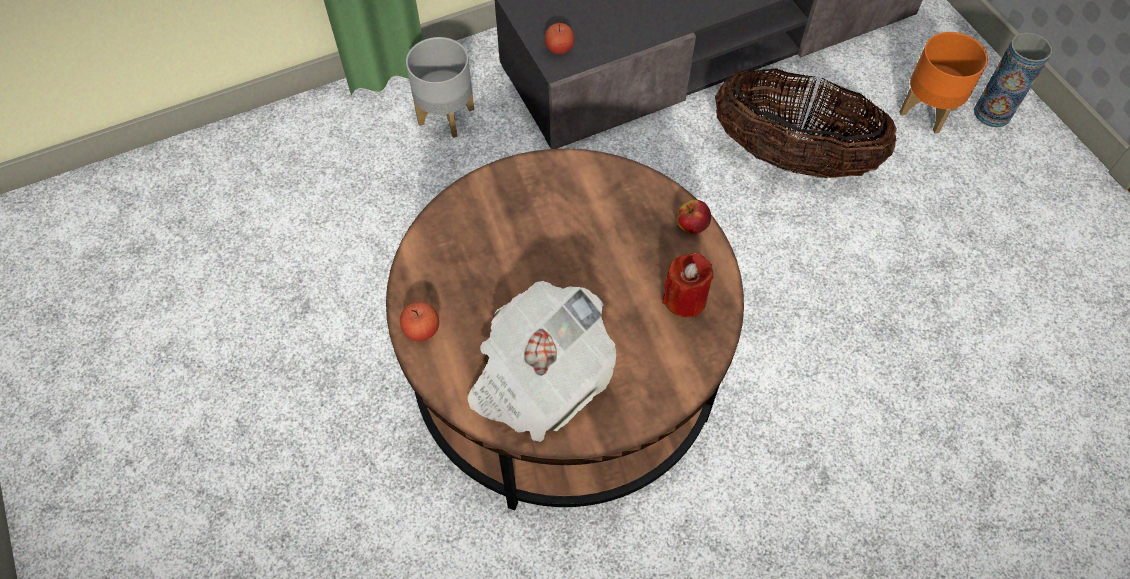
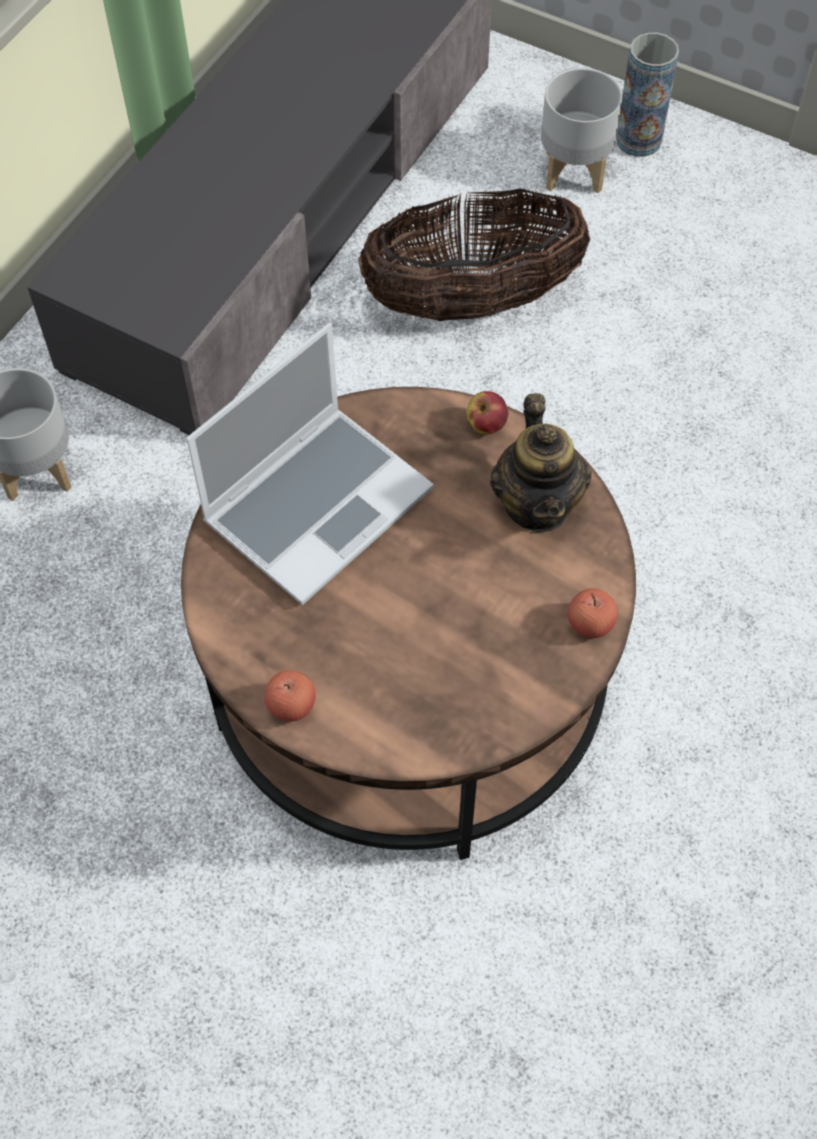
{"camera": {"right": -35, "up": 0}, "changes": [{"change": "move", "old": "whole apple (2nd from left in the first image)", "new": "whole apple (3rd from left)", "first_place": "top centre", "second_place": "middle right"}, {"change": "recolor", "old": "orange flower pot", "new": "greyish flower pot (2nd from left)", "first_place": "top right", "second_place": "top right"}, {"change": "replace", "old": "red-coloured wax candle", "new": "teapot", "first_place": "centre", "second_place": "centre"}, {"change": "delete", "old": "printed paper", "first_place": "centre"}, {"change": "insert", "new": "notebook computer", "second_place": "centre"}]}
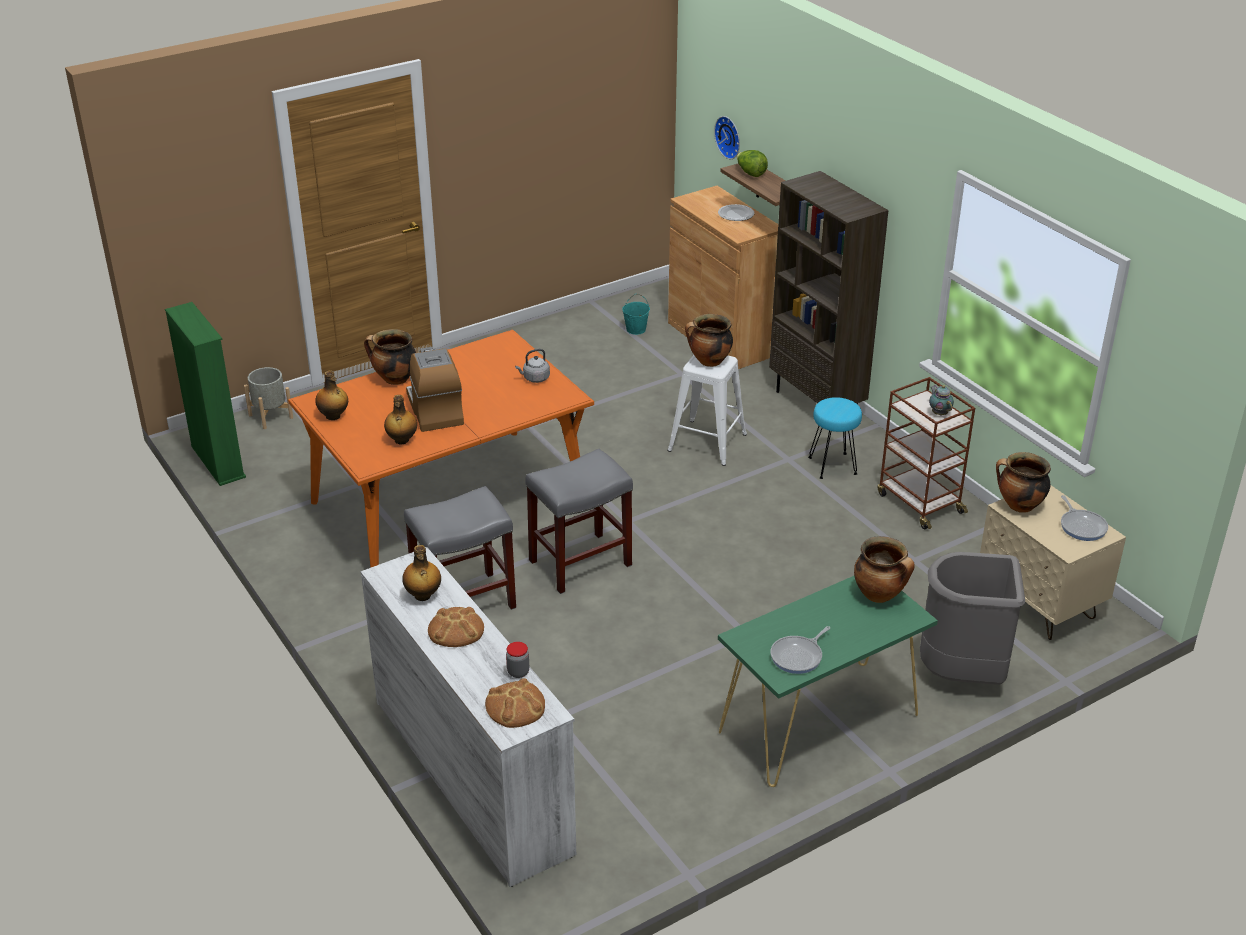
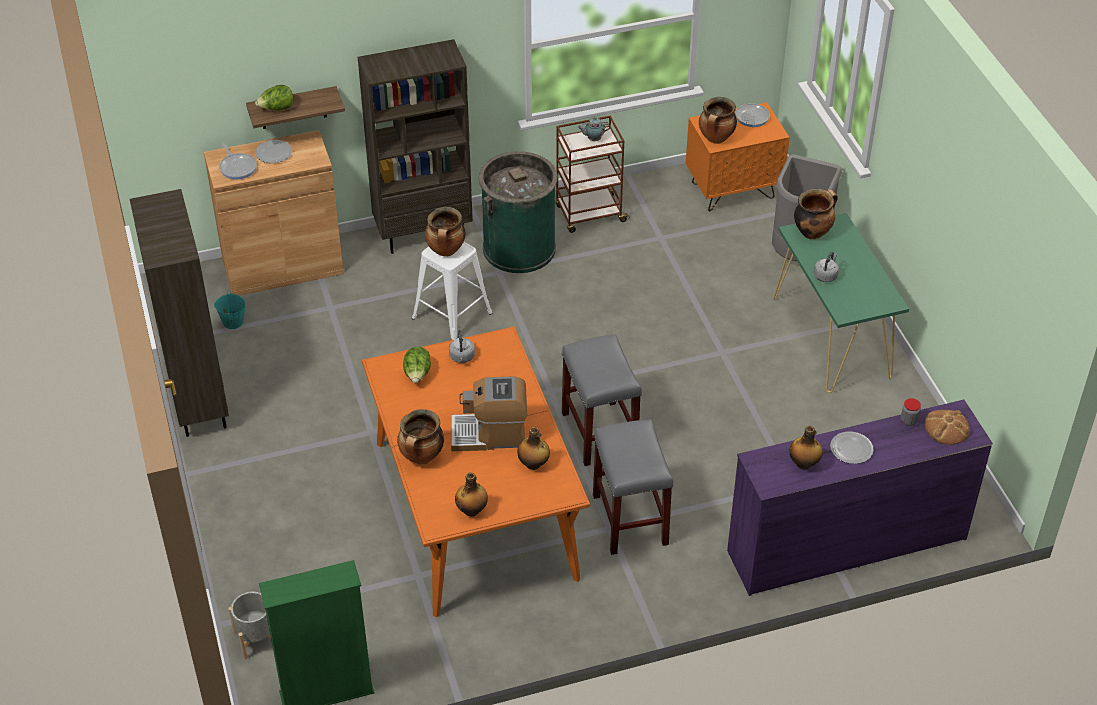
{"camera": {"right": -75, "up": 10}, "changes": [{"change": "delete", "old": "hanging clock", "first_place": "top centre"}, {"change": "replace", "old": "turquoise-coloured stool seat", "new": "green-coloured waste bin", "first_place": "middle right", "second_place": "top centre"}, {"change": "recolor", "old": "beige bedside table", "new": "orange bedside table", "first_place": "middle right", "second_place": "top right"}, {"change": "recolor", "old": "white drawer chest", "new": "purplish drawer chest", "first_place": "bottom centre", "second_place": "bottom right"}, {"change": "replace", "old": "baked bread (1st from left)", "new": "flat dish (2nd from left)", "first_place": "bottom centre", "second_place": "middle right"}, {"change": "move", "old": "skillet (1st from left)", "first_place": "bottom centre", "second_place": "top left"}, {"change": "insert", "new": "brown shelving unit (1st from left)", "second_place": "middle left"}, {"change": "insert", "new": "greyish kettle (2nd from left)", "second_place": "middle right"}, {"change": "insert", "new": "lettuce (2nd from left)", "second_place": "centre"}]}
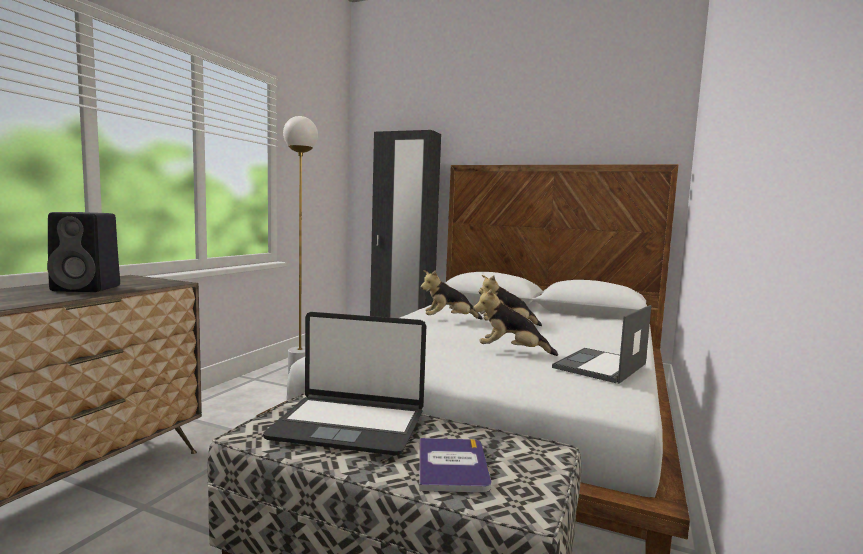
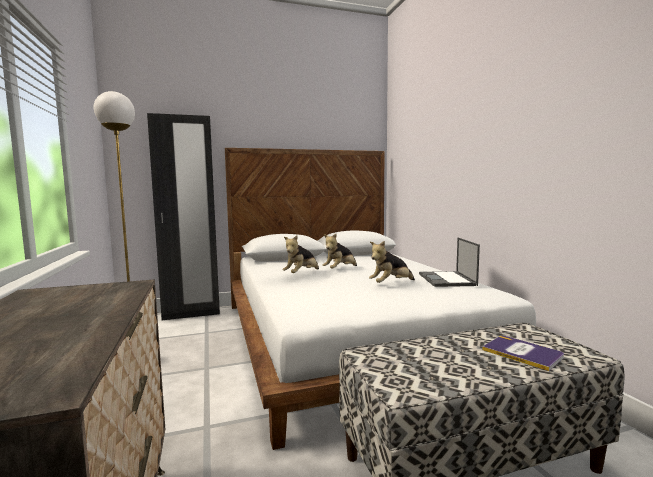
{"camera": {"right": -40, "up": 0}, "changes": [{"change": "delete", "old": "black-coloured speaker", "first_place": "middle left"}, {"change": "delete", "old": "notebook computer (1st from left)", "first_place": "bottom centre"}]}
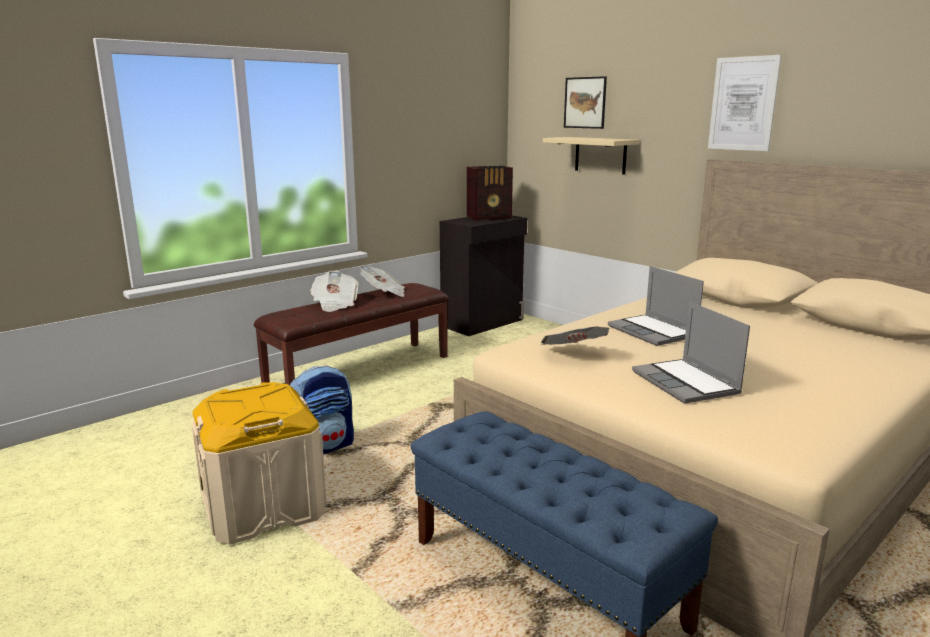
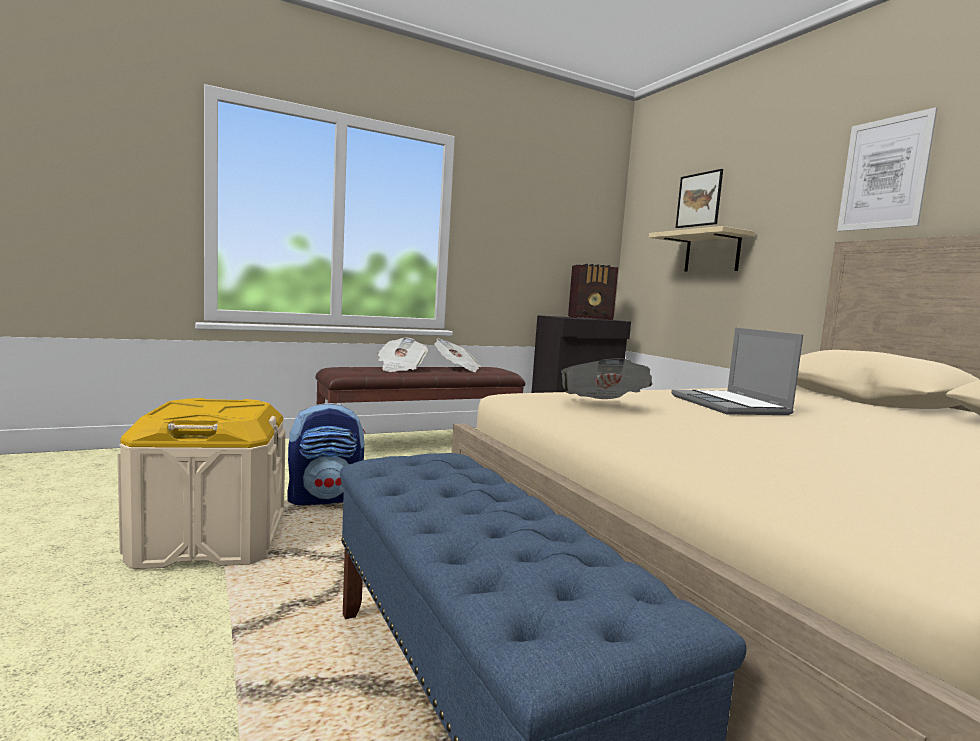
{"camera": {"right": 15, "up": -10}, "changes": [{"change": "delete", "old": "notebook computer (2nd from left)", "first_place": "middle right"}]}
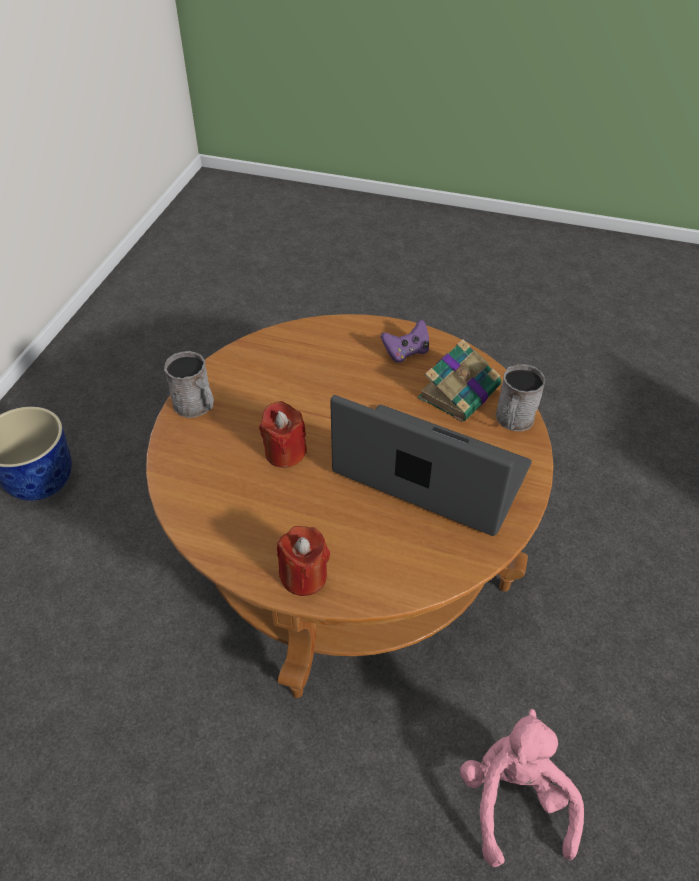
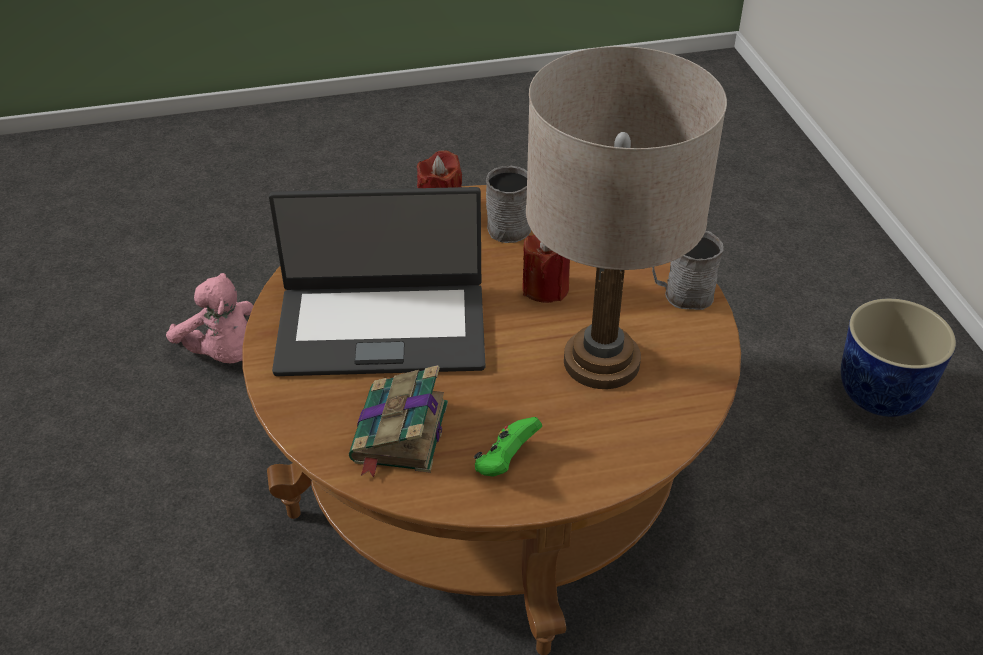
{"camera": {"right": 150, "up": -5}, "changes": [{"change": "recolor", "old": "purplish joypad", "new": "green-coloured joypad", "first_place": "centre", "second_place": "bottom centre"}, {"change": "move", "old": "greyish tea mug (2nd from left in the first image)", "new": "greyish tea mug (1st from left)", "first_place": "middle right", "second_place": "top centre"}, {"change": "insert", "new": "beige tabletop lamp", "second_place": "top centre"}]}
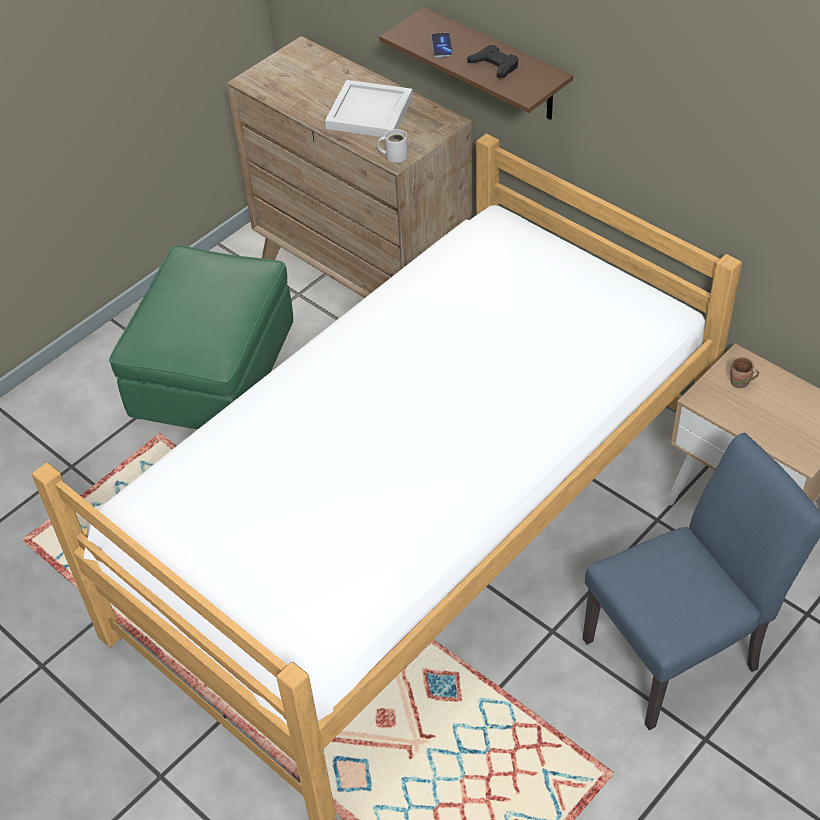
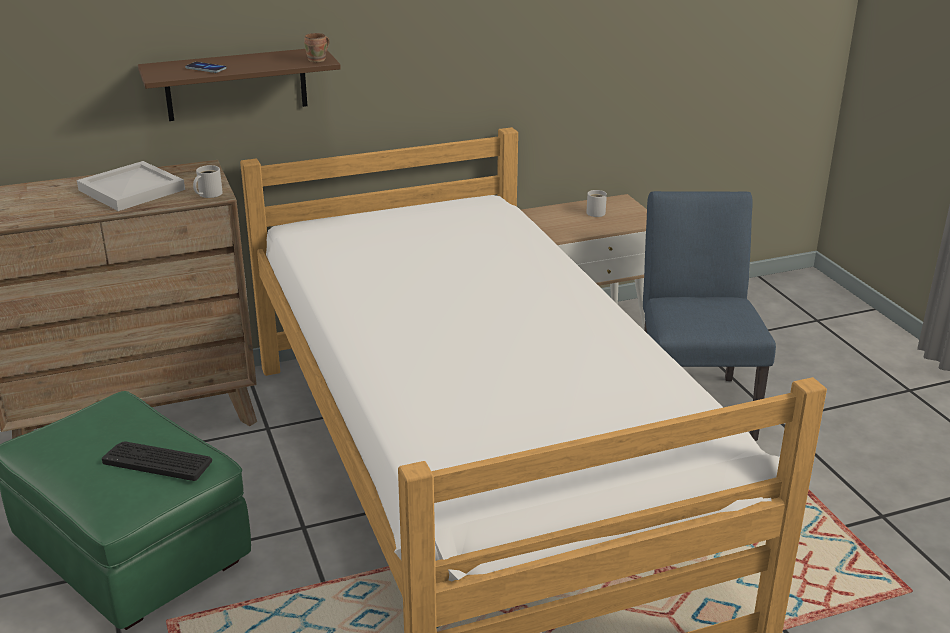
{"camera": {"right": -65, "up": -20}, "changes": [{"change": "delete", "old": "black-coloured joypad", "first_place": "top centre"}, {"change": "move", "old": "brown tea mug", "first_place": "middle right", "second_place": "top left"}, {"change": "insert", "new": "white tea mug (2nd from left)", "second_place": "top centre"}, {"change": "insert", "new": "PC keyboard", "second_place": "bottom left"}]}
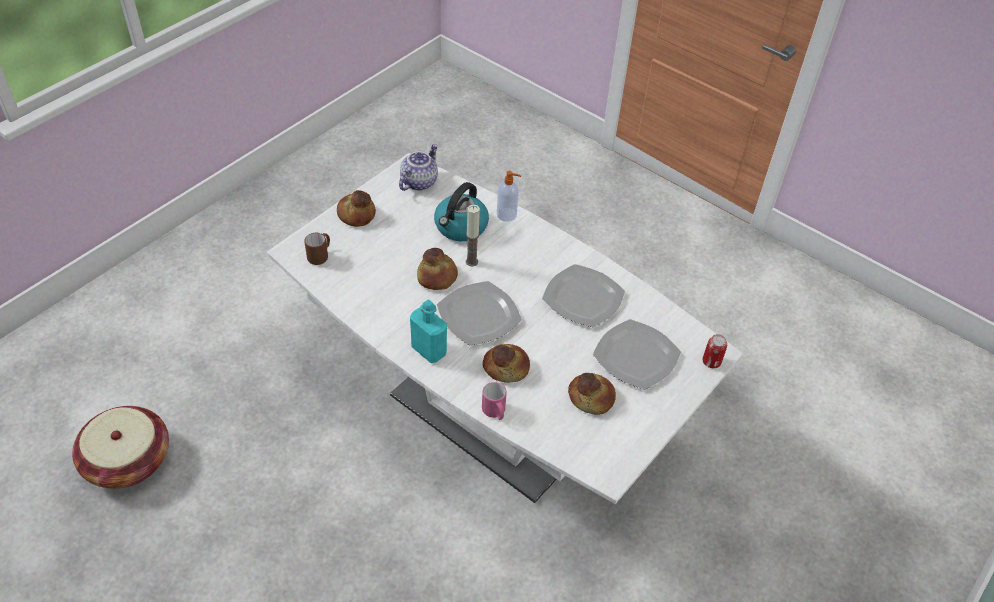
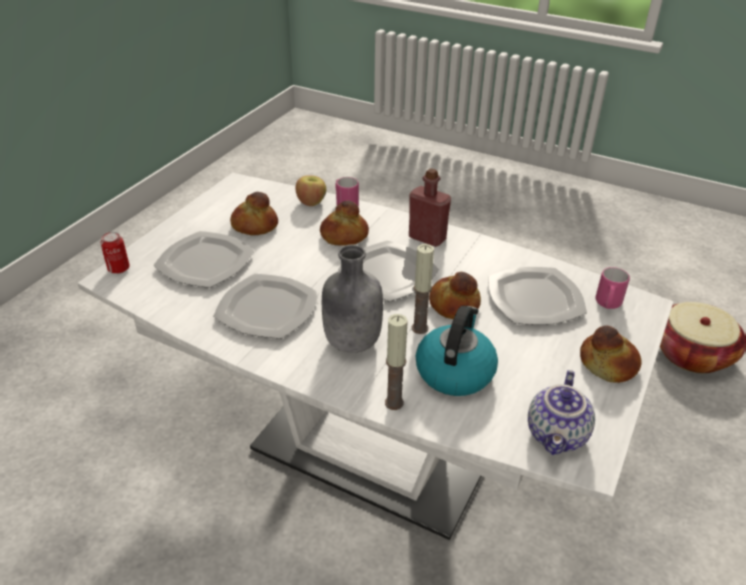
{"camera": {"right": 170, "up": -10}, "changes": [{"change": "replace", "old": "liquid soap bottle", "new": "wax candle (1st from left)", "first_place": "top centre", "second_place": "centre"}, {"change": "recolor", "old": "brown tea mug", "new": "pink-coloured tea mug (2nd from left)", "first_place": "middle left", "second_place": "middle right"}, {"change": "recolor", "old": "turquoise-coloured drink bottle", "new": "red-coloured drink bottle", "first_place": "centre", "second_place": "centre"}, {"change": "insert", "new": "whole apple", "second_place": "top centre"}, {"change": "insert", "new": "greyish drink bottle", "second_place": "centre"}, {"change": "insert", "new": "flat dish (4th from left)", "second_place": "middle right"}]}
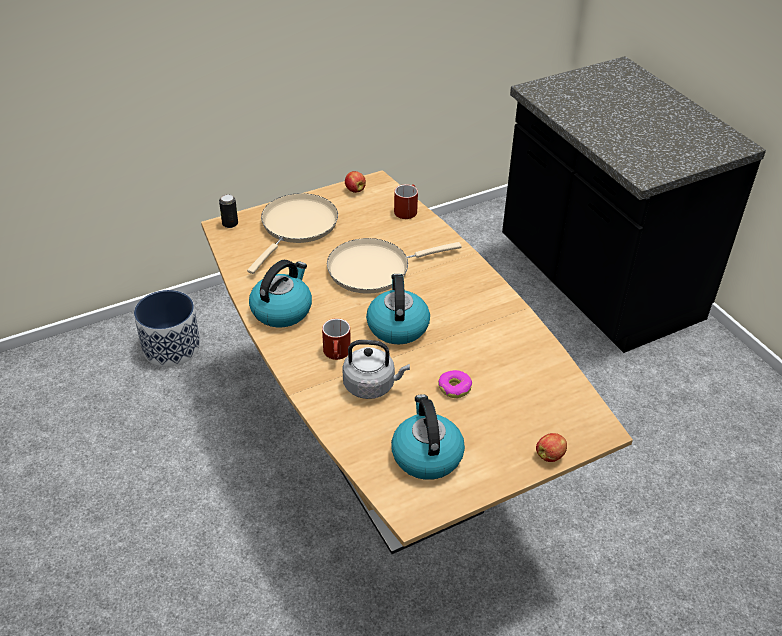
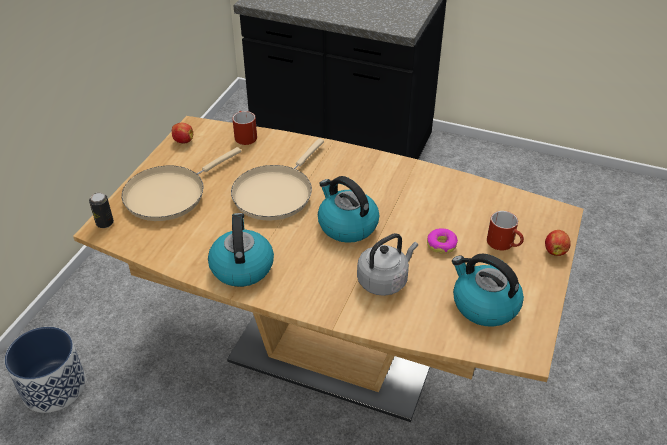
{"camera": {"right": -40, "up": 0}, "changes": [{"change": "rotate", "old": "beige skillet (1st from left)", "first_place": "centre", "second_place": "middle left", "degrees": -120}, {"change": "move", "old": "red-coloured tea mug (1st from left in the first image)", "new": "red-coloured tea mug (2nd from left)", "first_place": "centre", "second_place": "middle right"}]}
